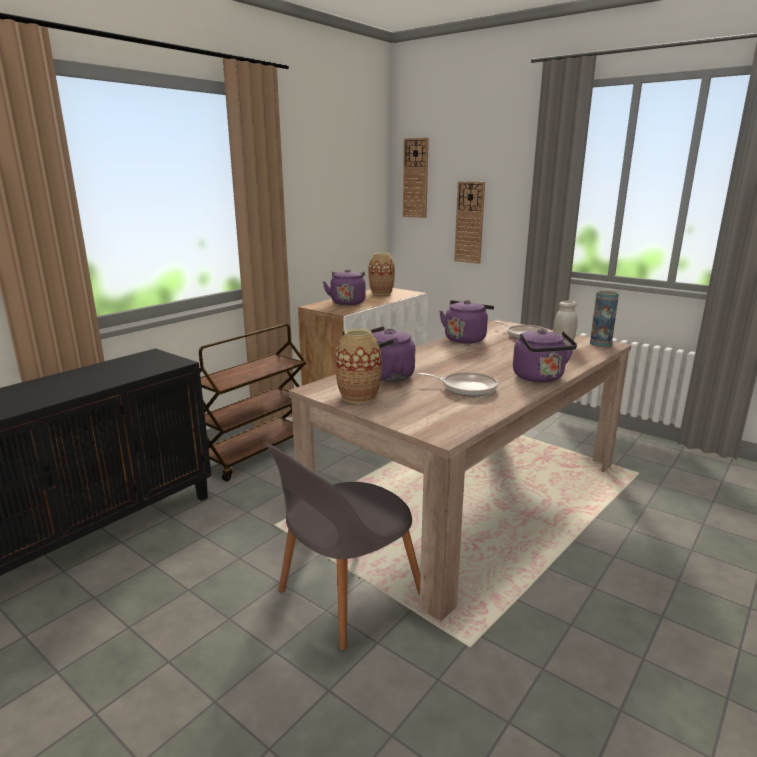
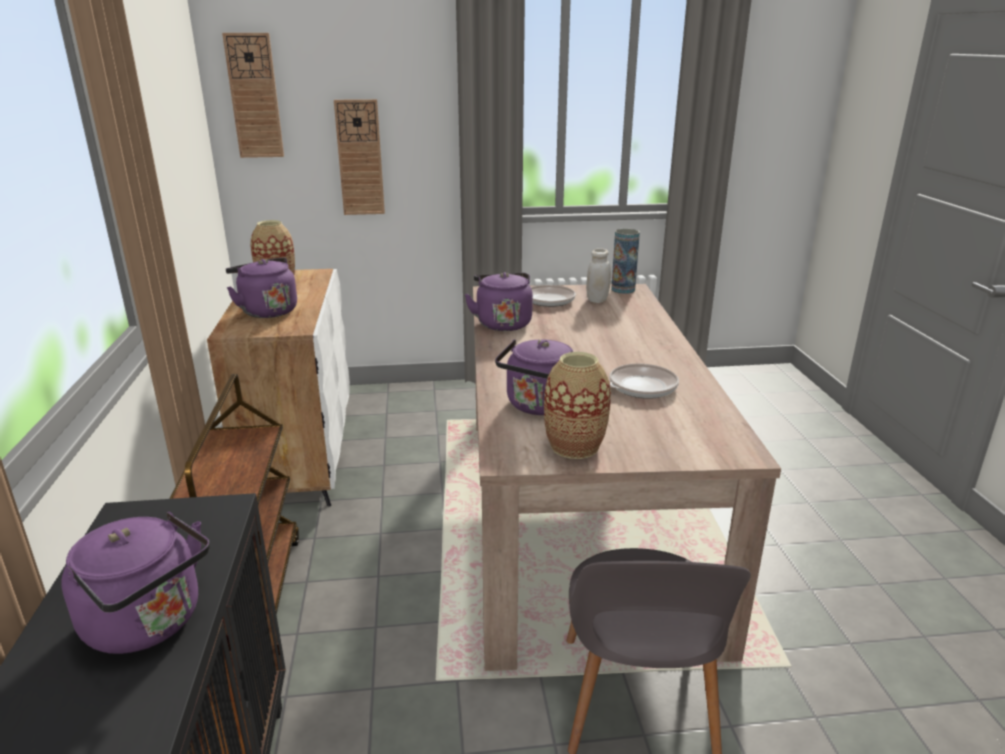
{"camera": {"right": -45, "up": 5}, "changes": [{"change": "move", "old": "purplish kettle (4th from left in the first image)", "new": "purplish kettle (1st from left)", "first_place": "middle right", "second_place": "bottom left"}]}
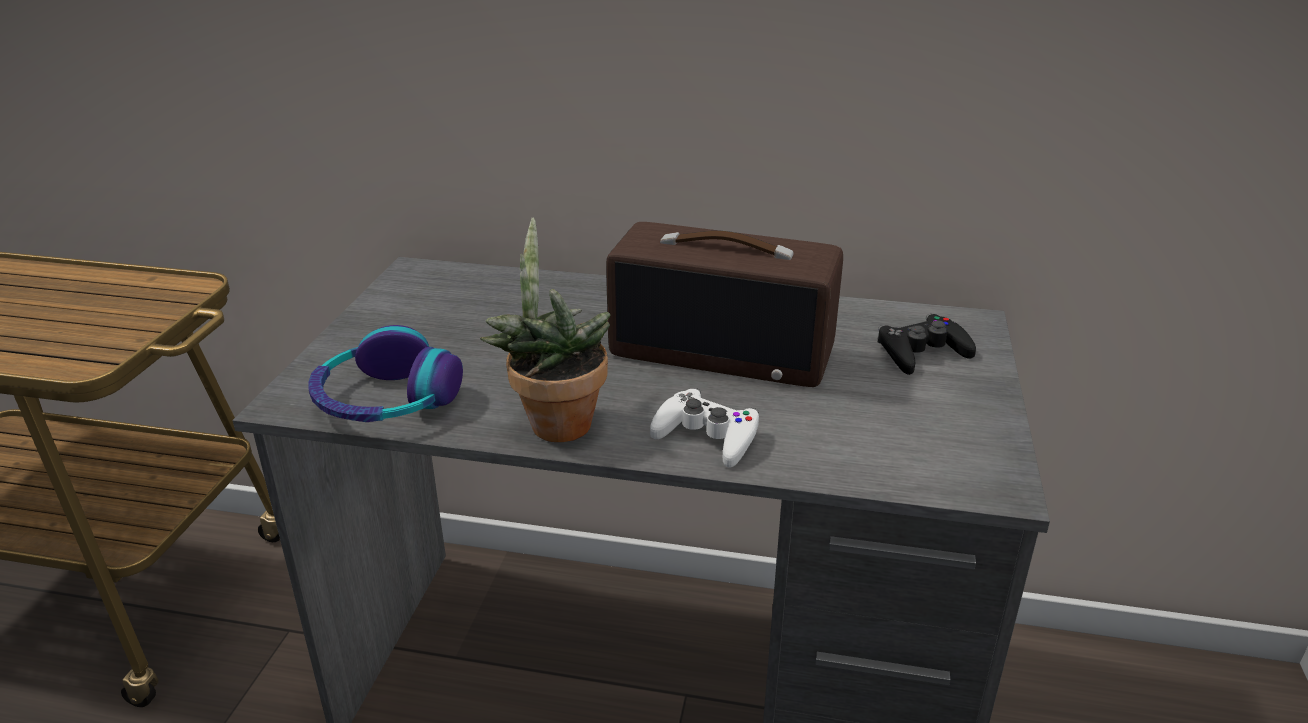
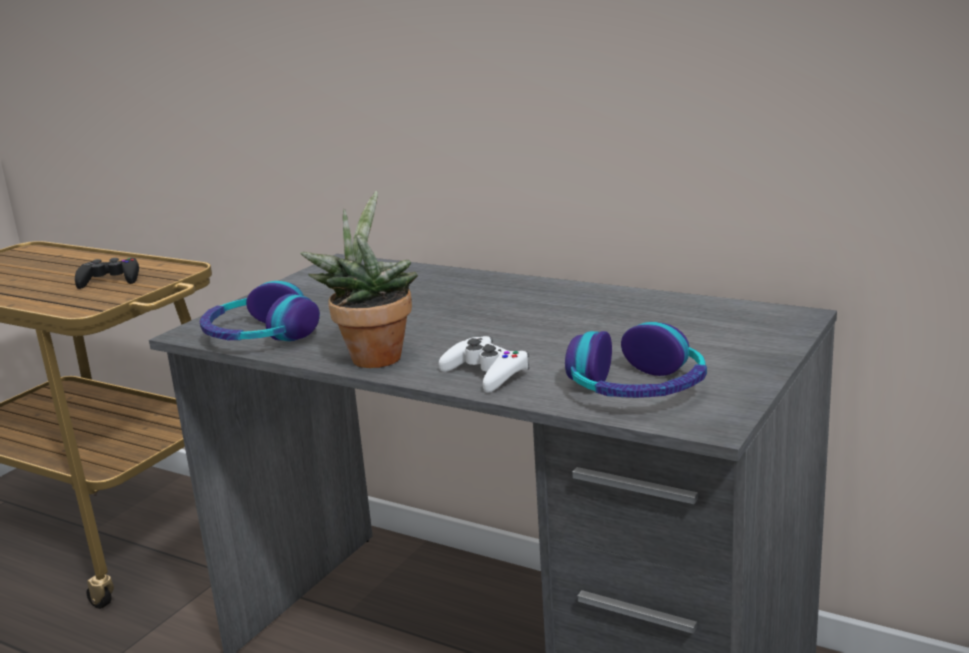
{"camera": {"right": 20, "up": -10}, "changes": [{"change": "delete", "old": "radio set", "first_place": "centre"}, {"change": "move", "old": "black-coloured joypad", "first_place": "middle right", "second_place": "middle left"}, {"change": "insert", "new": "pair of headphones (2nd from left)", "second_place": "centre"}]}
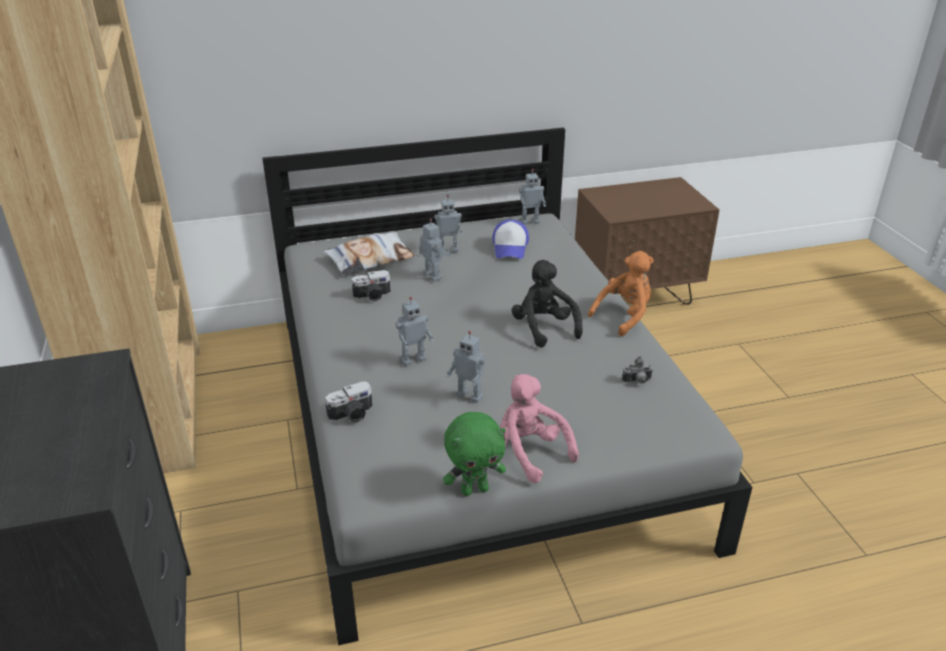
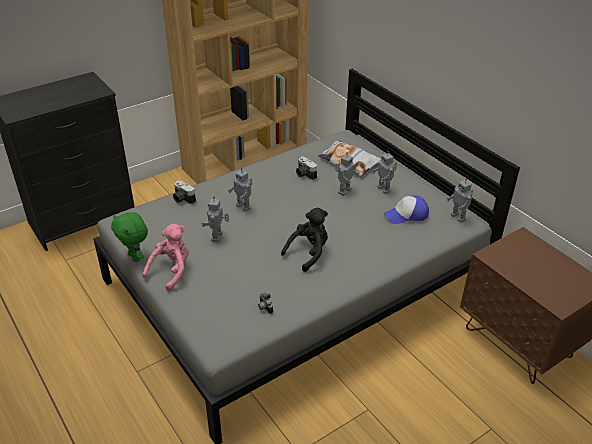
{"camera": {"right": 70, "up": 5}, "changes": [{"change": "delete", "old": "orange soft toy", "first_place": "centre"}]}
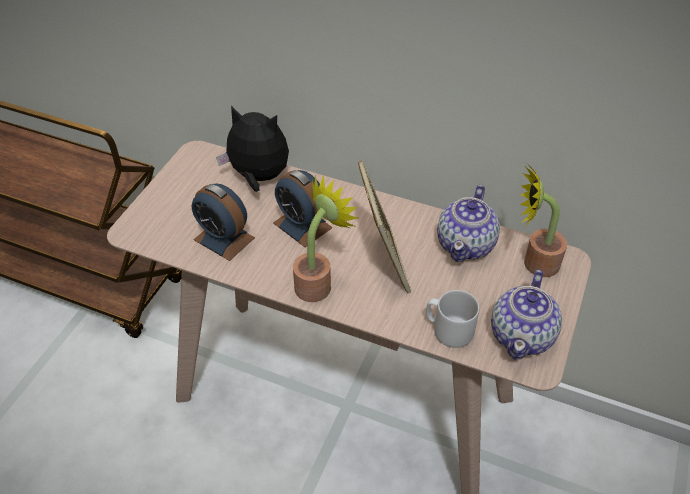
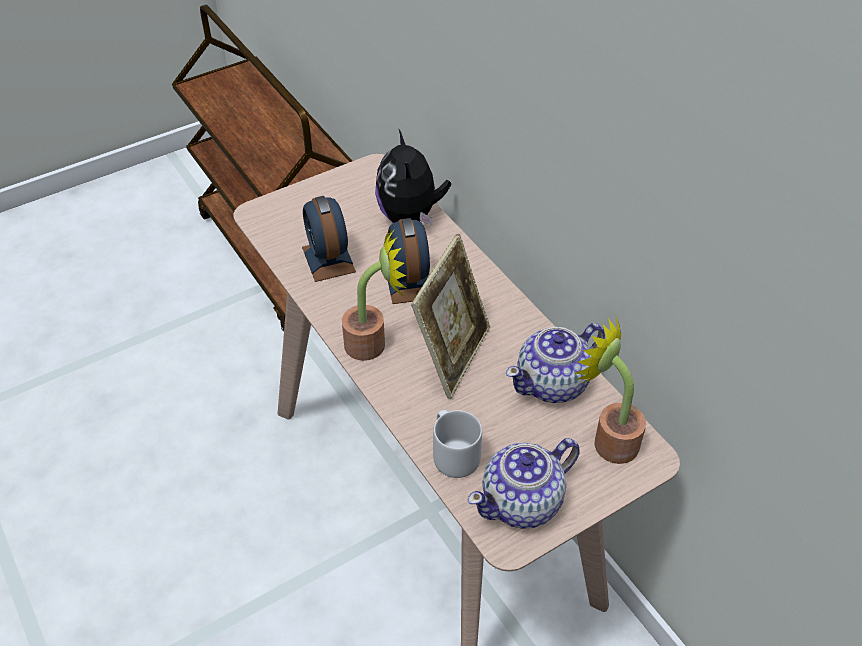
{"camera": {"right": 35, "up": 0}, "changes": [{"change": "rotate", "old": "soft toy", "first_place": "top centre", "second_place": "top centre", "degrees": -150}]}
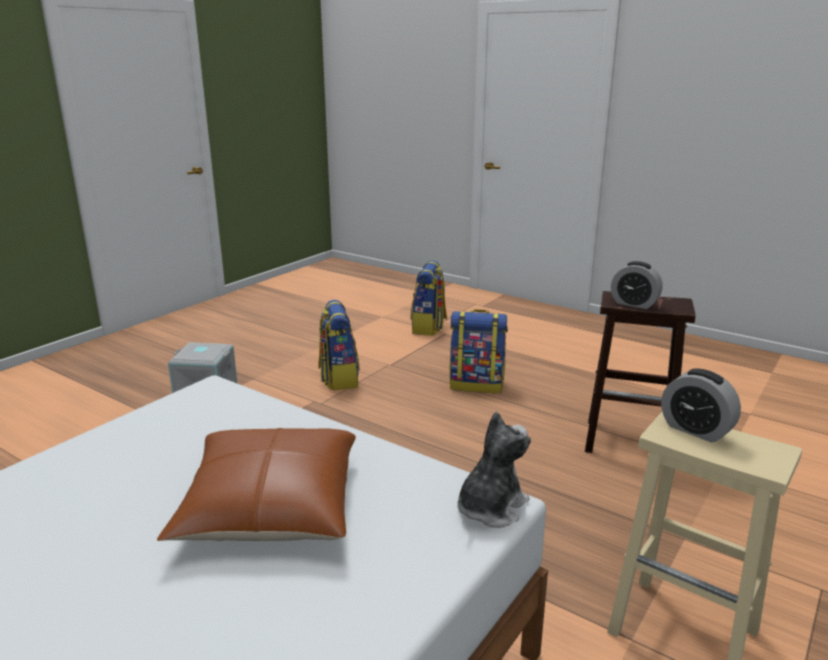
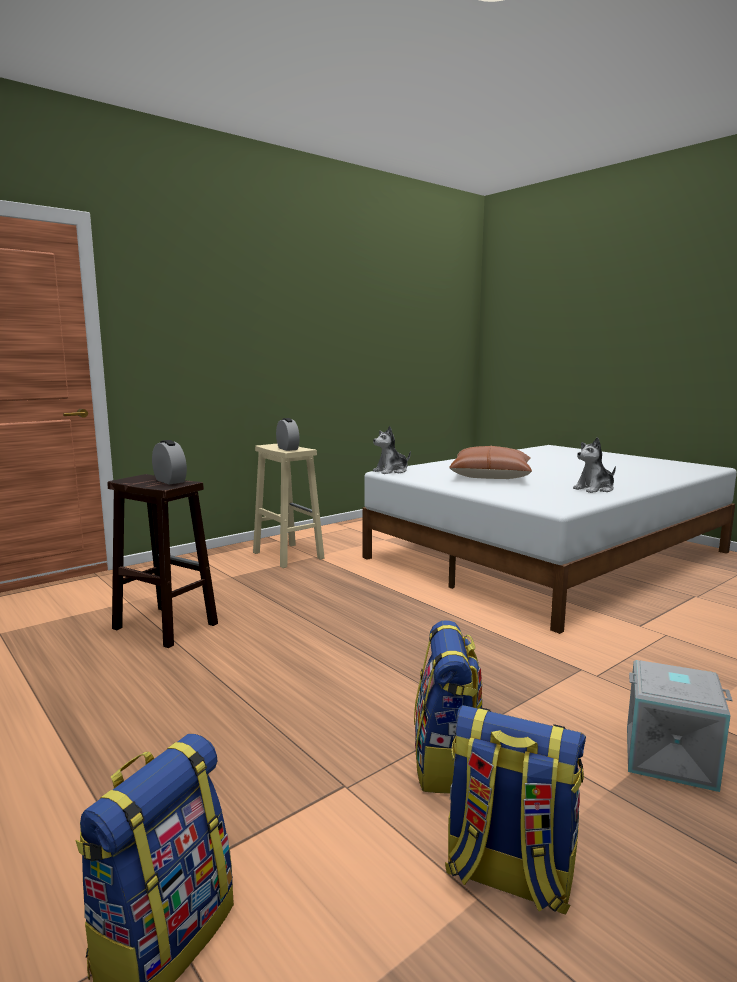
{"camera": {"right": -165, "up": -10}, "changes": [{"change": "move", "old": "knapsack (3rd from left)", "first_place": "centre", "second_place": "bottom right"}, {"change": "insert", "new": "soft toy (2nd from left)", "second_place": "middle right"}]}
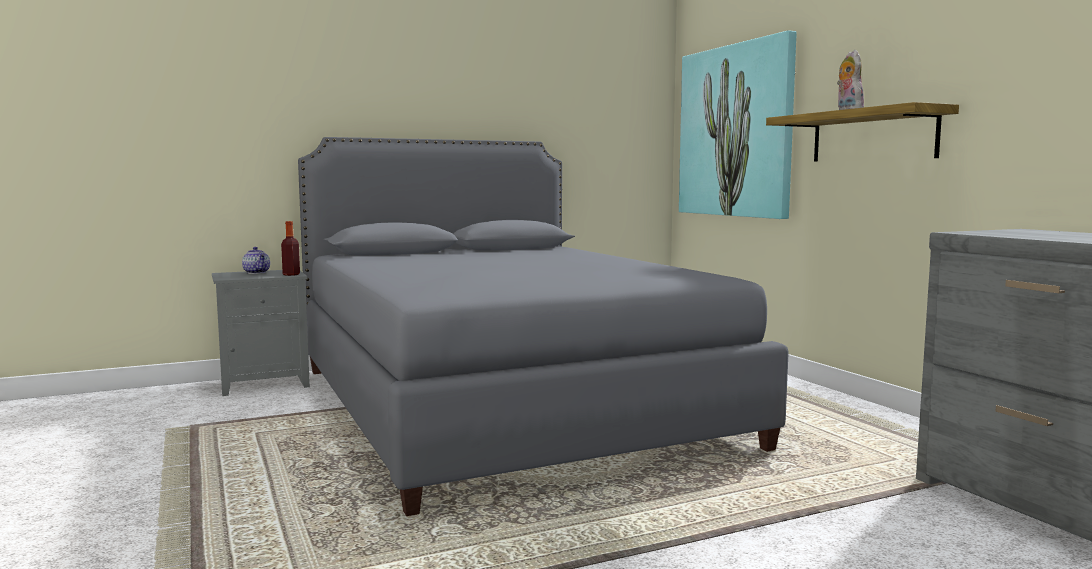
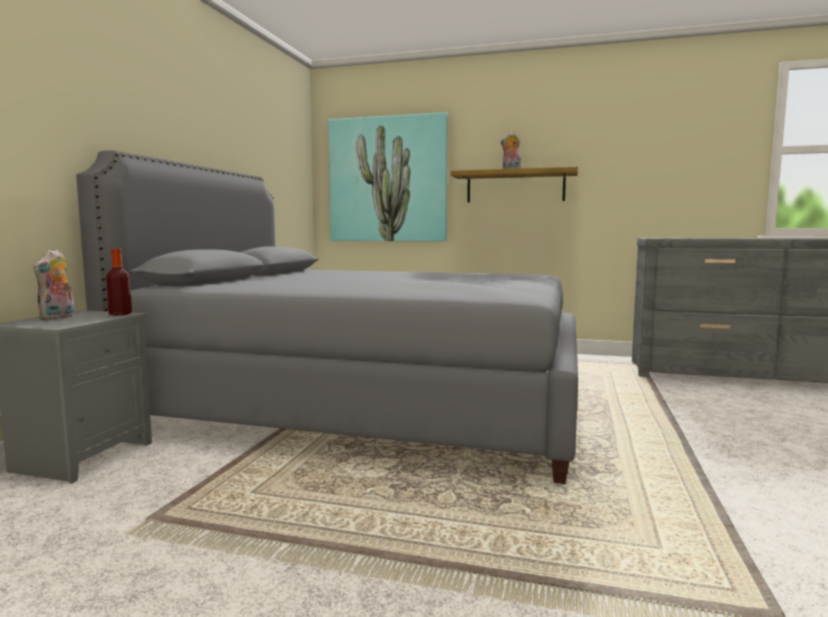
{"camera": {"right": -50, "up": 0}, "changes": [{"change": "replace", "old": "teapot", "new": "soft toy (1st from left)", "first_place": "middle left", "second_place": "middle left"}]}
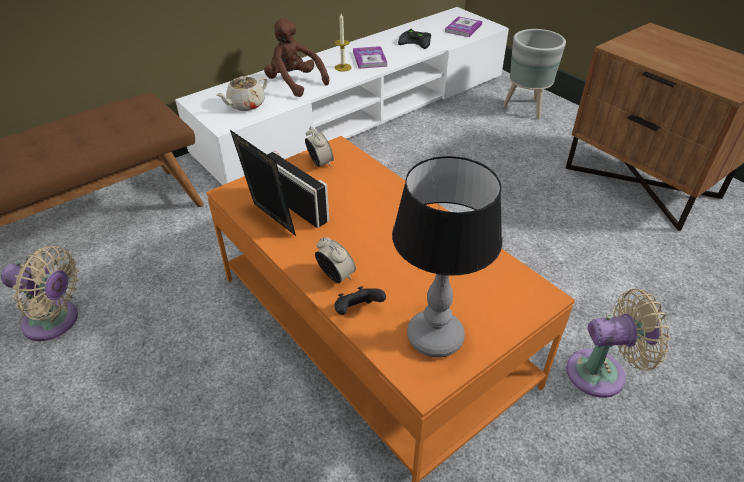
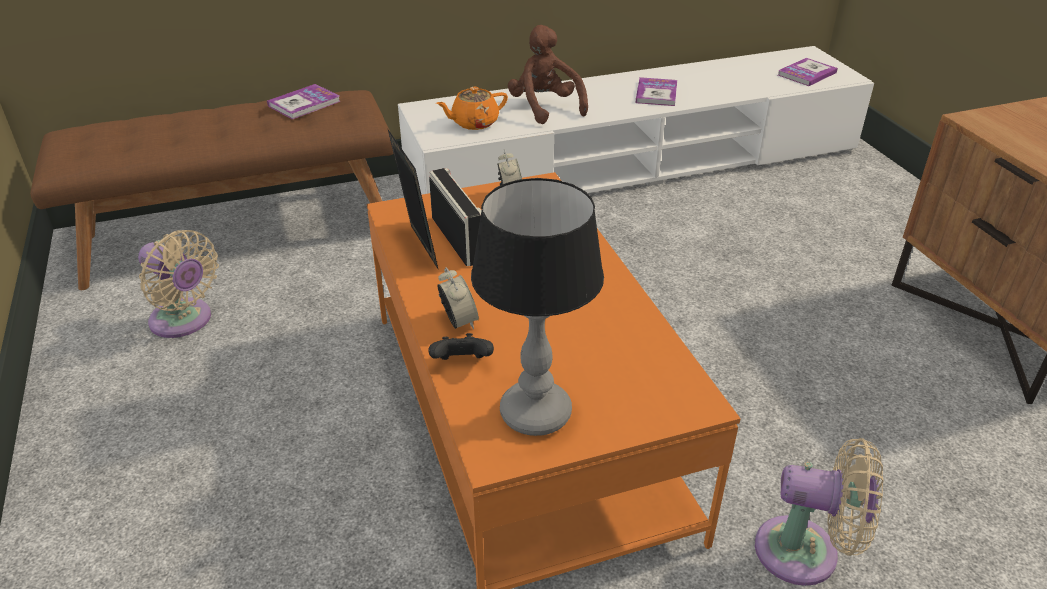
{"camera": {"right": 20, "up": -5}, "changes": [{"change": "delete", "old": "wax candle", "first_place": "top centre"}, {"change": "delete", "old": "black-coloured joypad (2nd from left)", "first_place": "top centre"}, {"change": "delete", "old": "greyish flower pot", "first_place": "top right"}, {"change": "recolor", "old": "beige teapot", "new": "orange teapot", "first_place": "top left", "second_place": "top centre"}, {"change": "insert", "new": "volume (1st from left)", "second_place": "top left"}]}
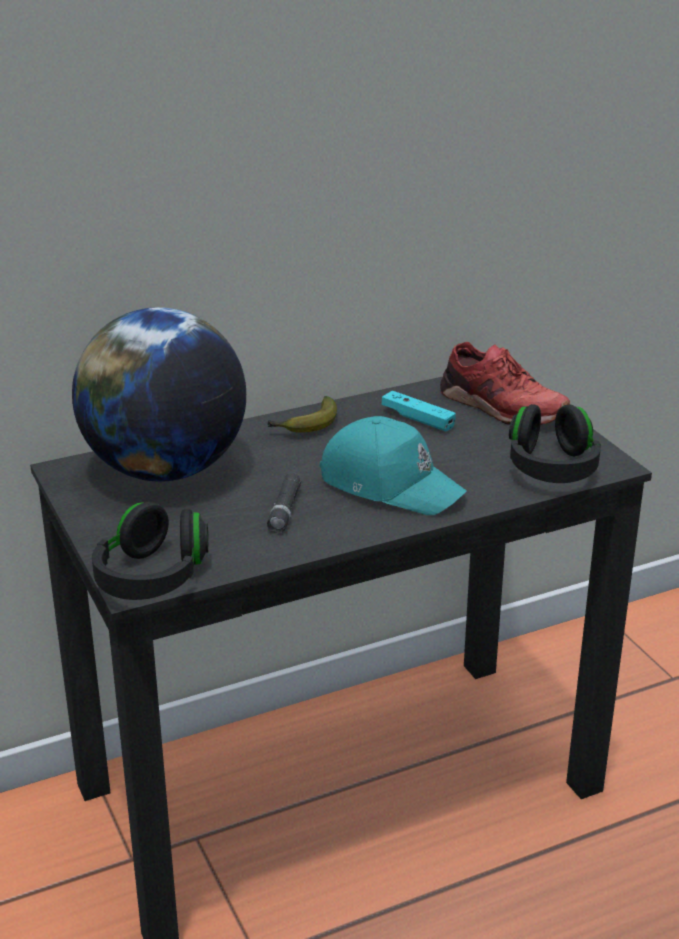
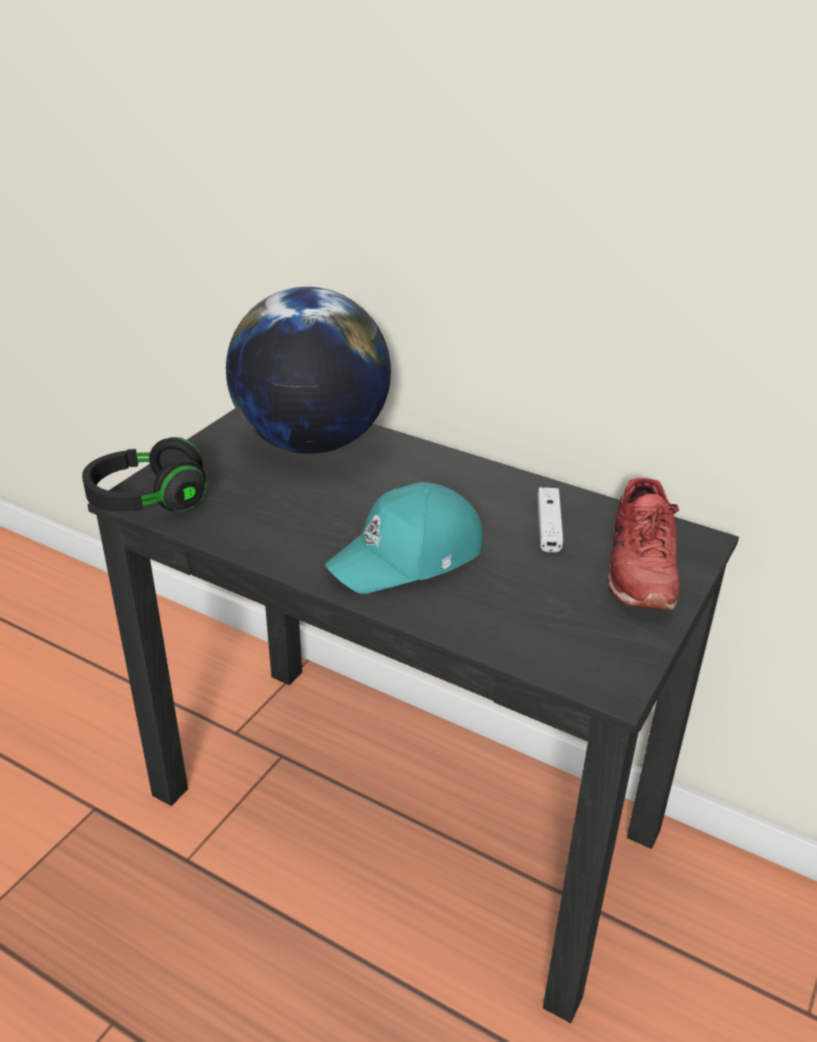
{"camera": {"right": 55, "up": 5}, "changes": [{"change": "recolor", "old": "turquoise-coloured joypad", "new": "white joypad", "first_place": "centre", "second_place": "middle right"}, {"change": "delete", "old": "banana fruit", "first_place": "centre"}, {"change": "delete", "old": "black-coloured pair of headphones (2nd from left)", "first_place": "middle right"}, {"change": "rotate", "old": "turquoise-coloured cap", "first_place": "centre", "second_place": "centre", "degrees": 60}, {"change": "delete", "old": "black-coloured torch", "first_place": "centre"}]}
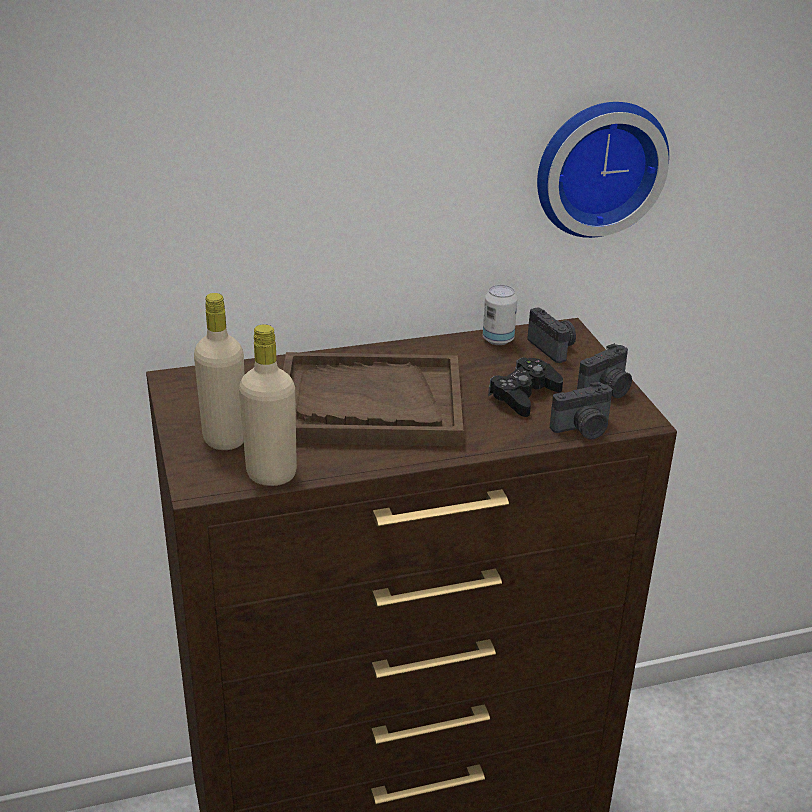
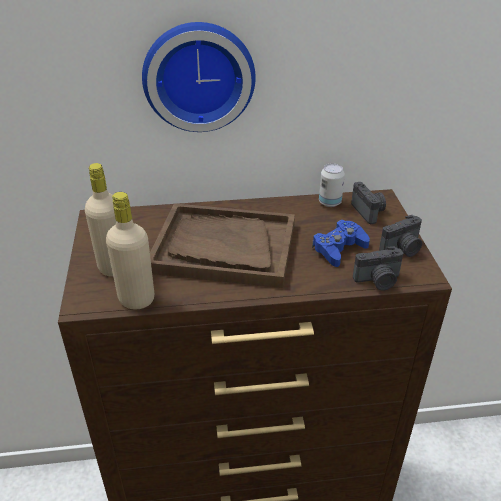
{"camera": {"right": 10, "up": 5}, "changes": [{"change": "move", "old": "hanging clock", "first_place": "top right", "second_place": "top centre"}, {"change": "recolor", "old": "black-coloured joypad", "new": "bluish joypad", "first_place": "centre", "second_place": "middle right"}]}
